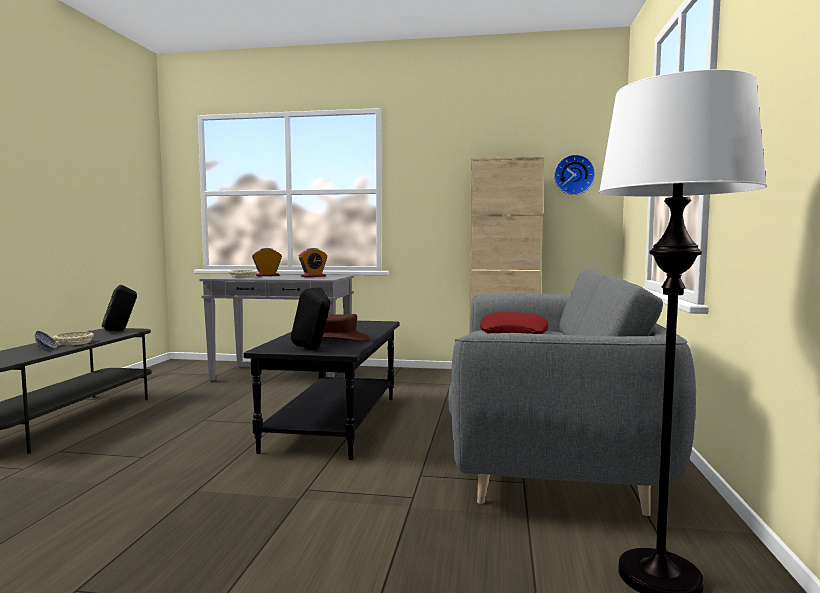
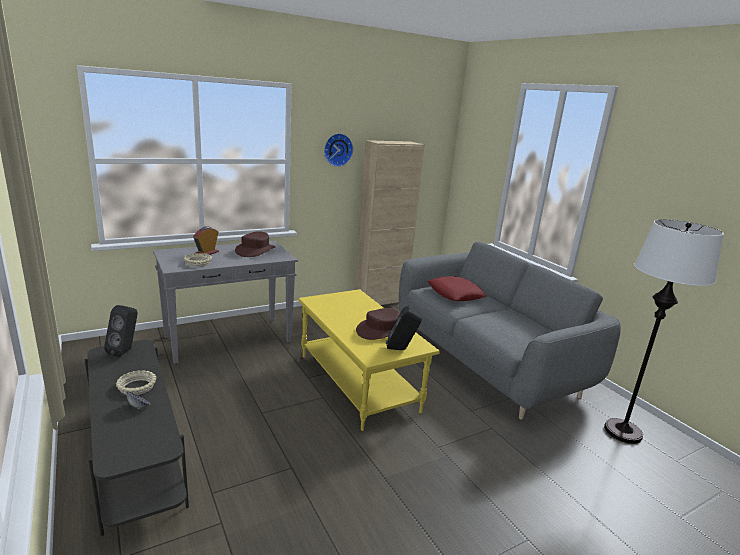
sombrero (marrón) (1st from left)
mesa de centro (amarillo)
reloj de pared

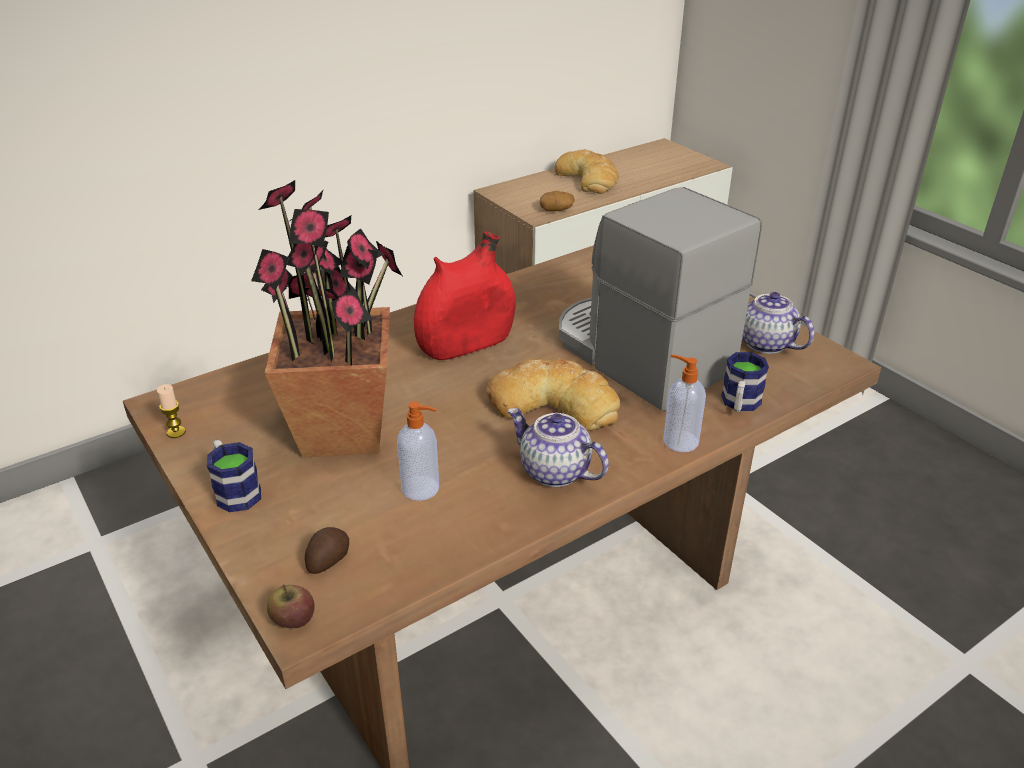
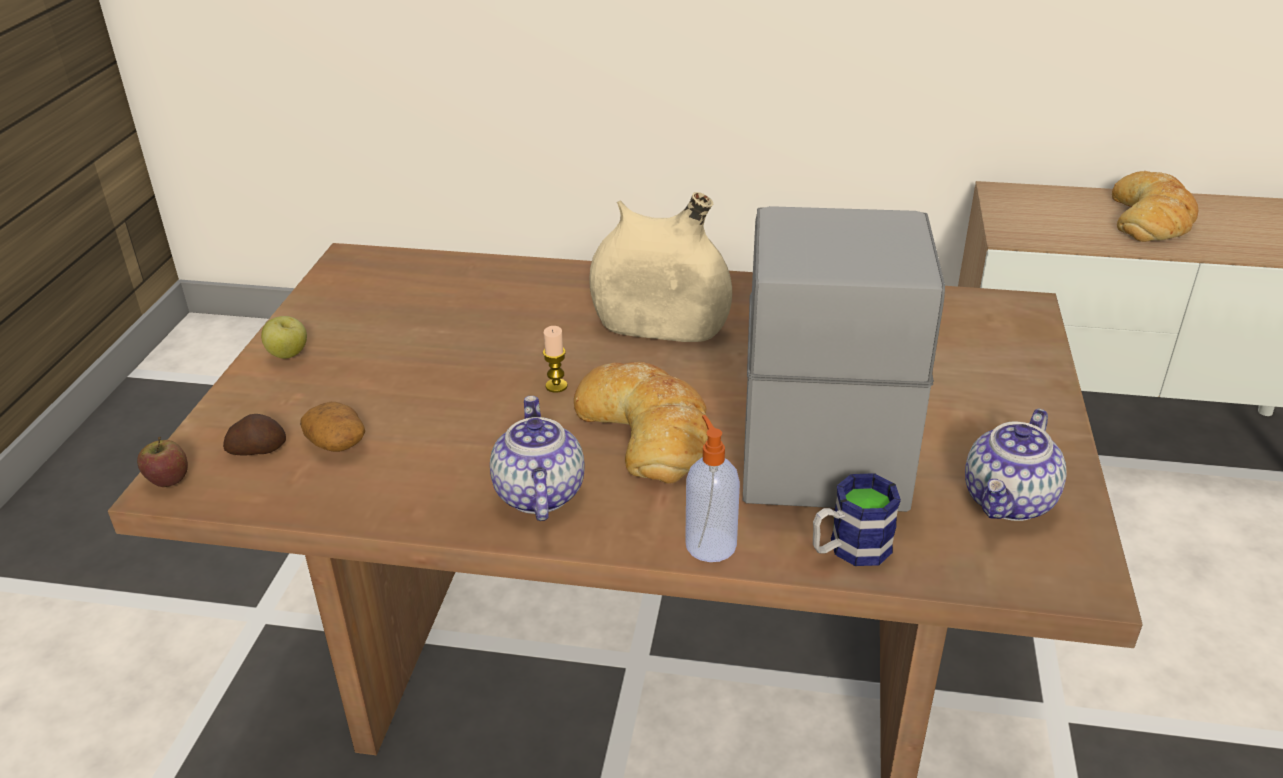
manzana (2nd from left)
patata (2nd from left)
vela
florero (beis)
tetera (2nd from left)
planta en maceta
dispensador de jabón (1st from left in the first image)

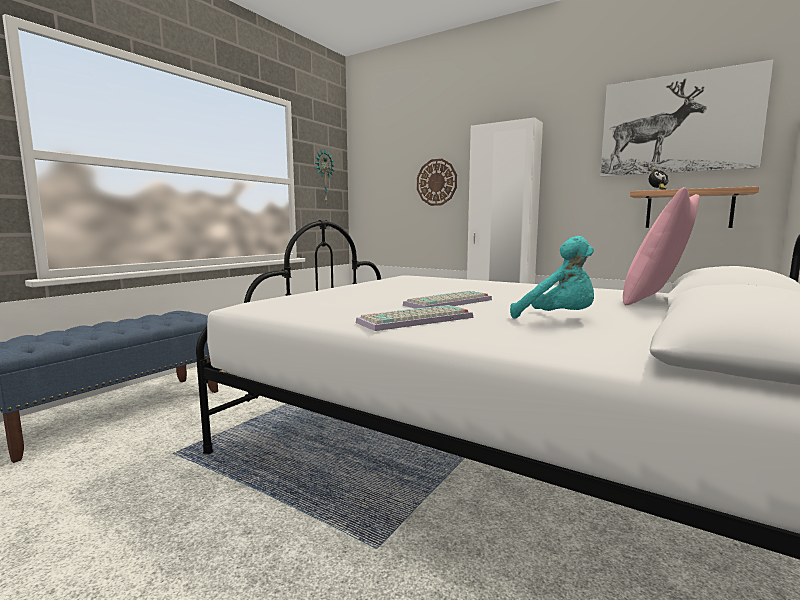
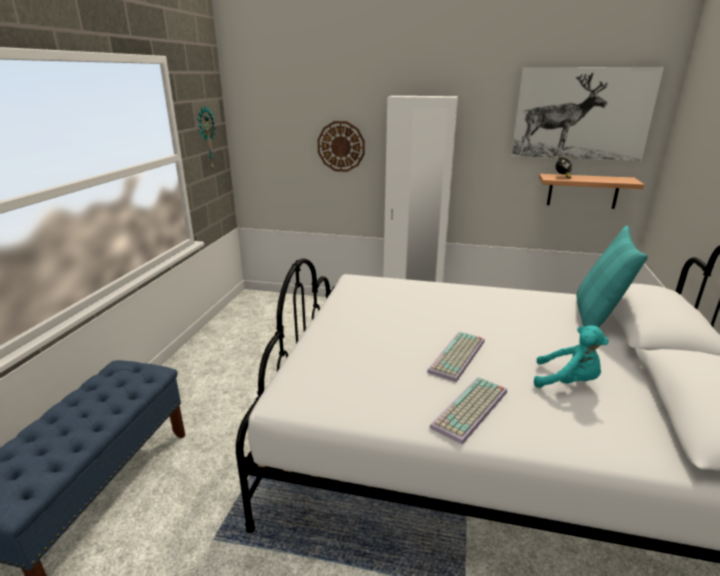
cojín (turquesa)

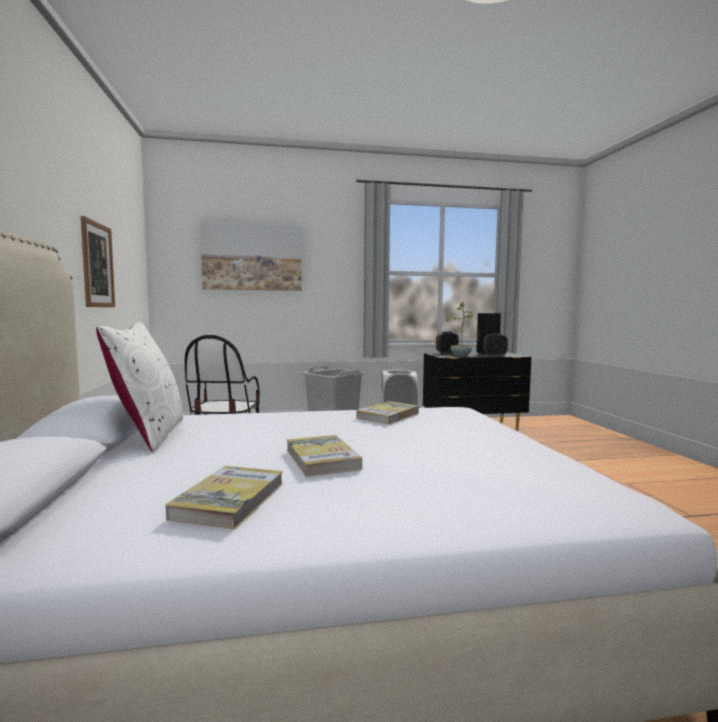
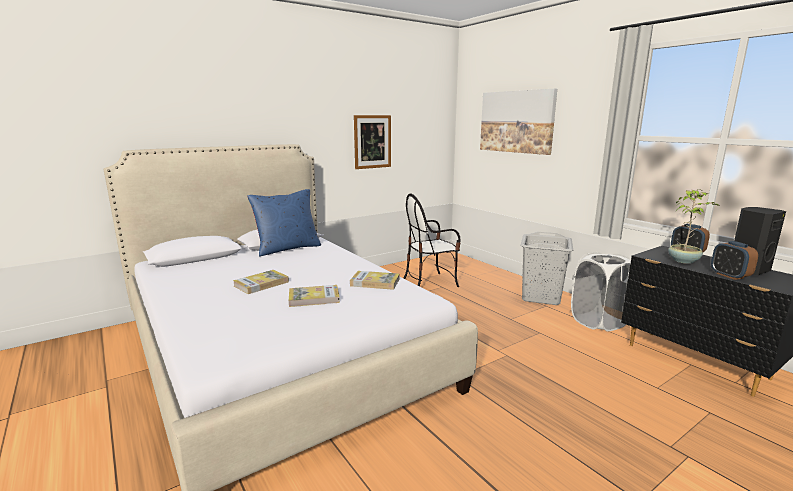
cojín (azul)
libro (2nd from left)

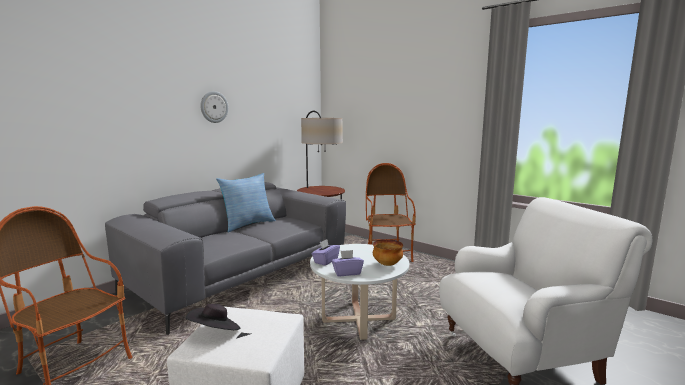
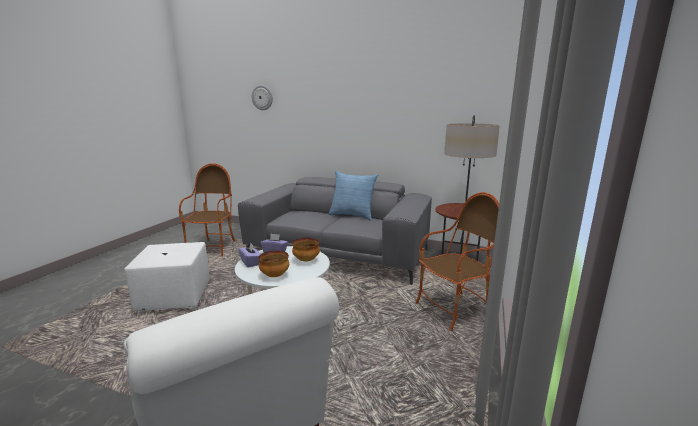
reloj de pared
cuenco (2nd from left)
sombrero (negro)

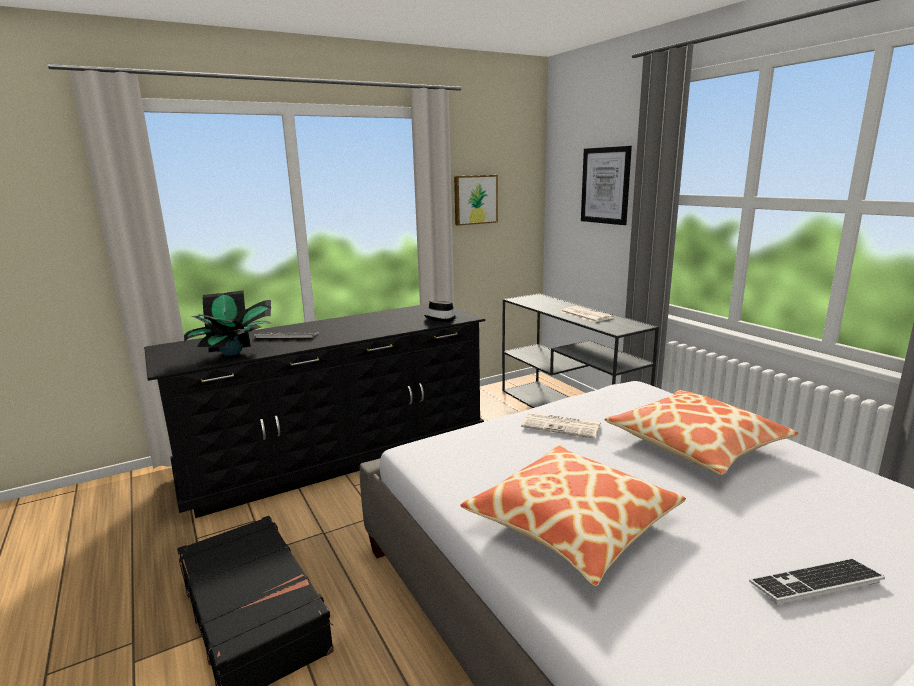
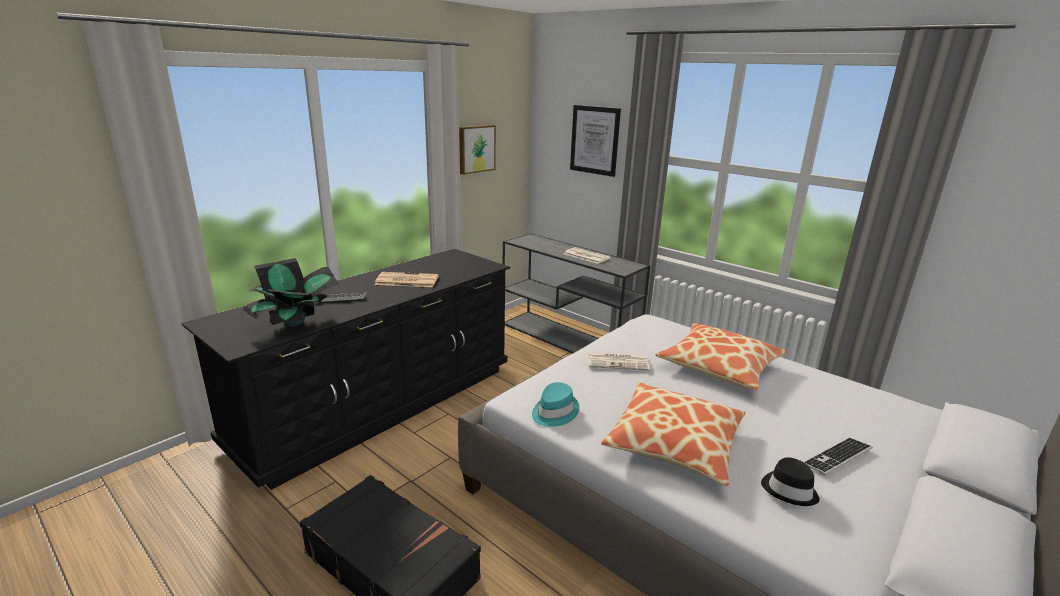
periódico (1st from left)
sombrero (turquesa)
sombrero (negro)

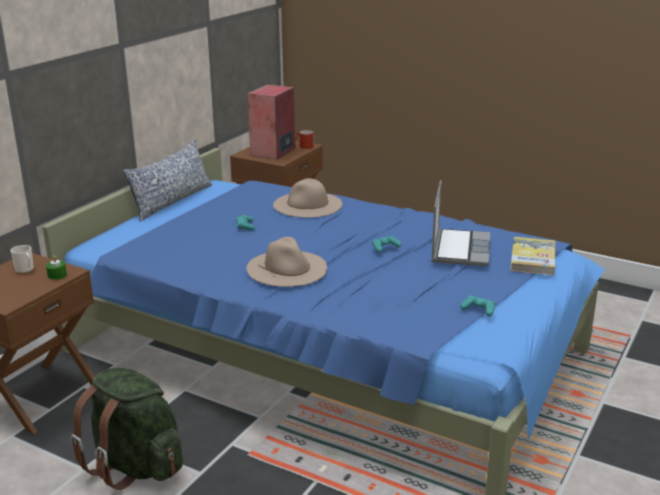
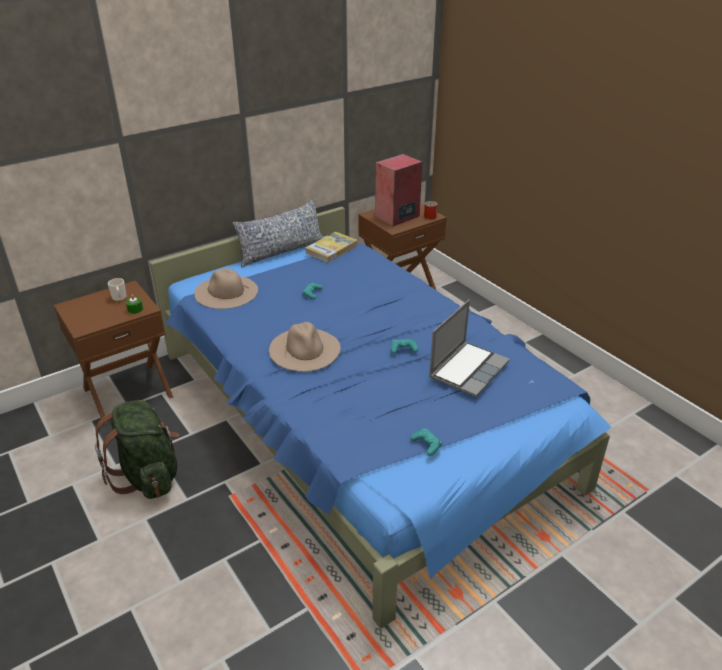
sombrero (beis) (1st from left)
libro

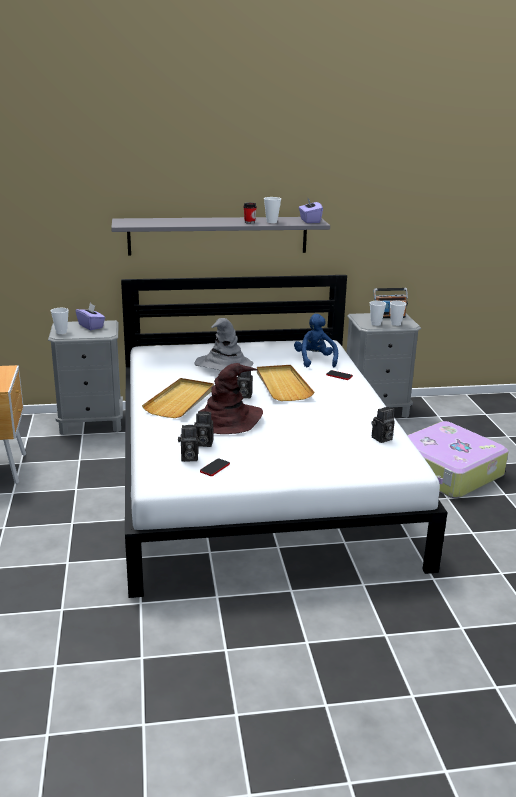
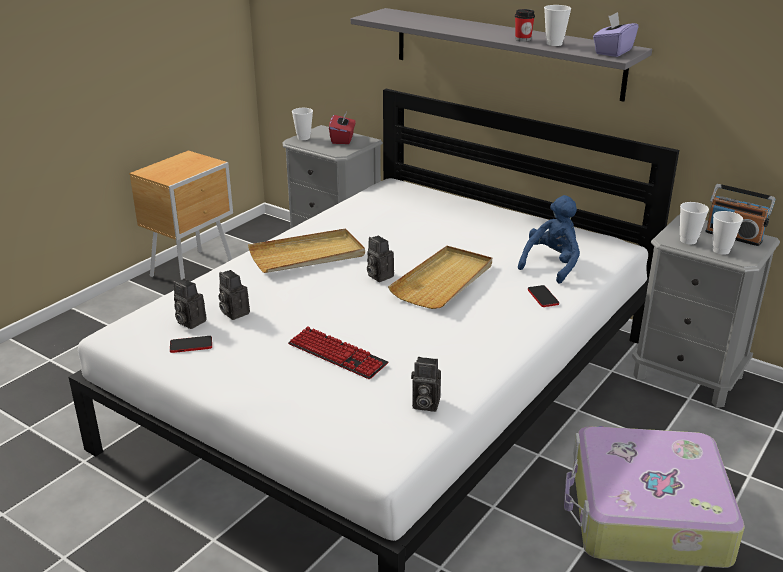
teclado
caja de pañuelos (rojo)
sombrero (gris)
sombrero (marrón)

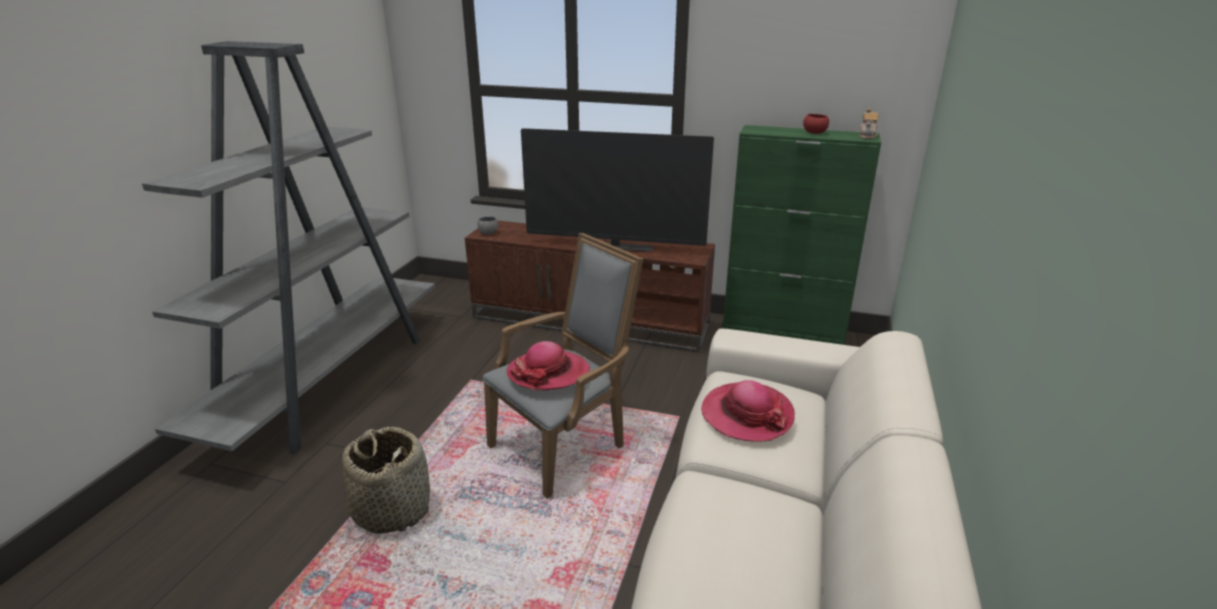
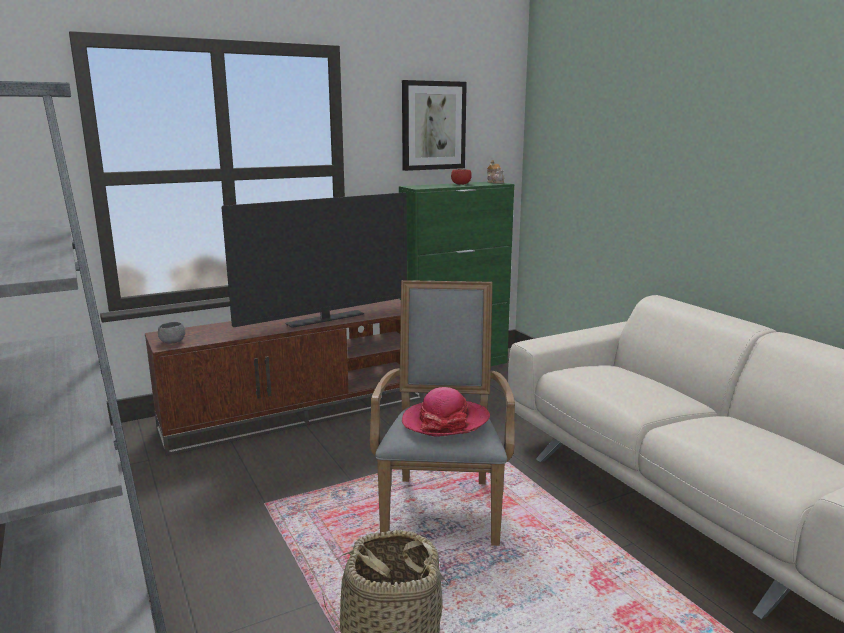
cuadro
sombrero (2nd from left in the first image)

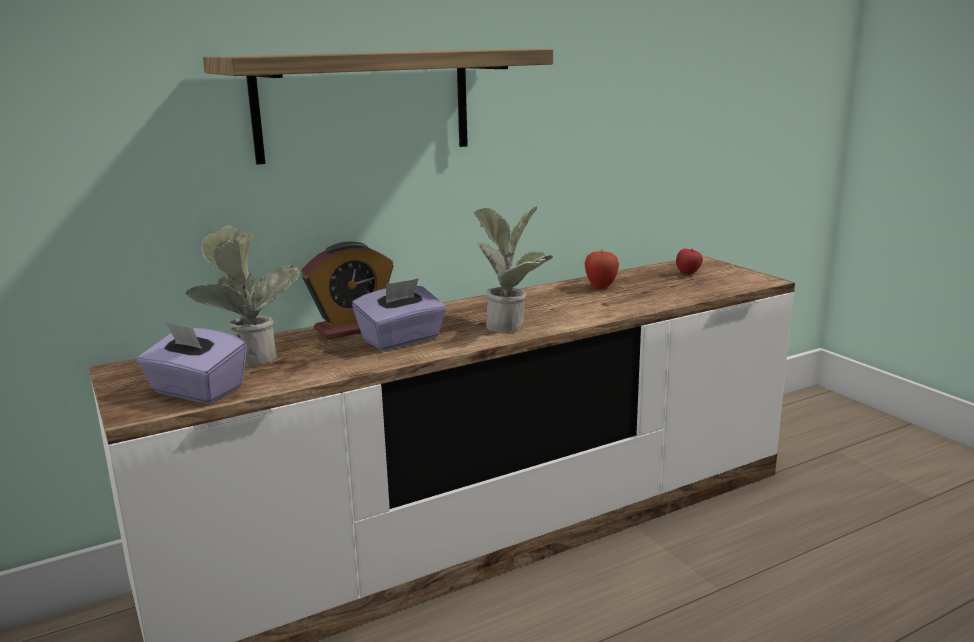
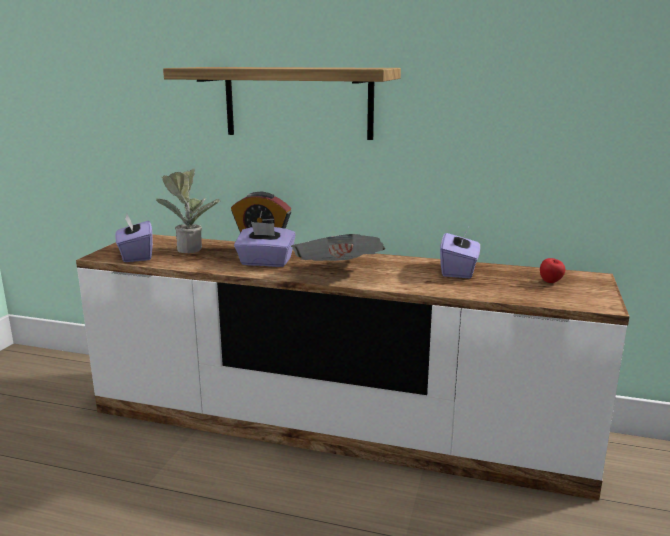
periódico
caja de pañuelos (morado) (3rd from left)

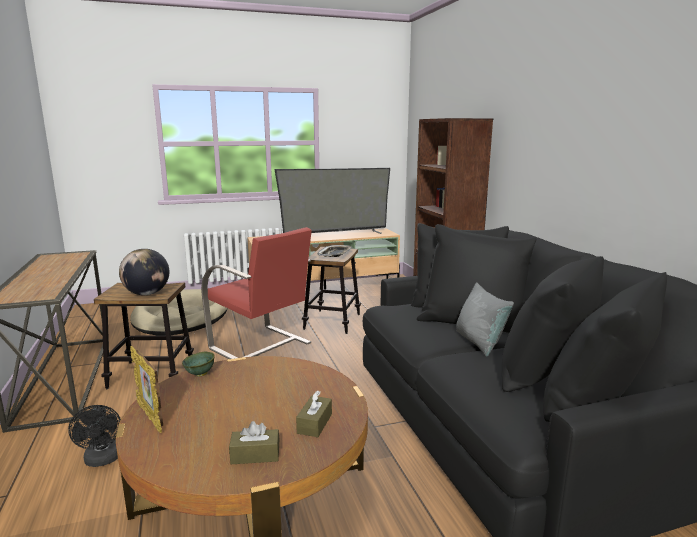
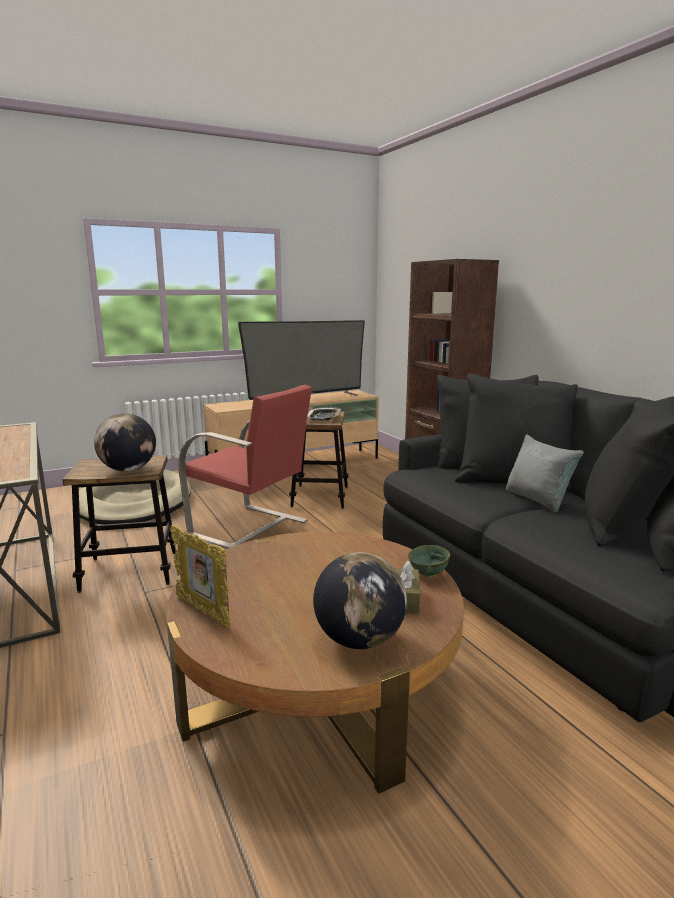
globo terráqueo (2nd from left)
cuenco (verde)
ventilador (negro)

